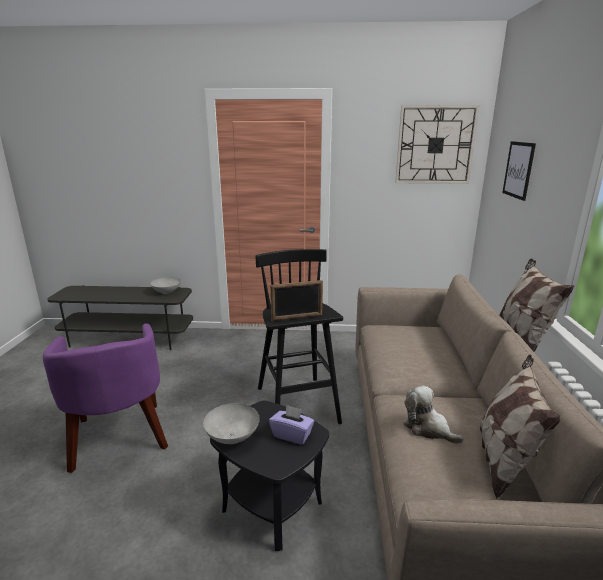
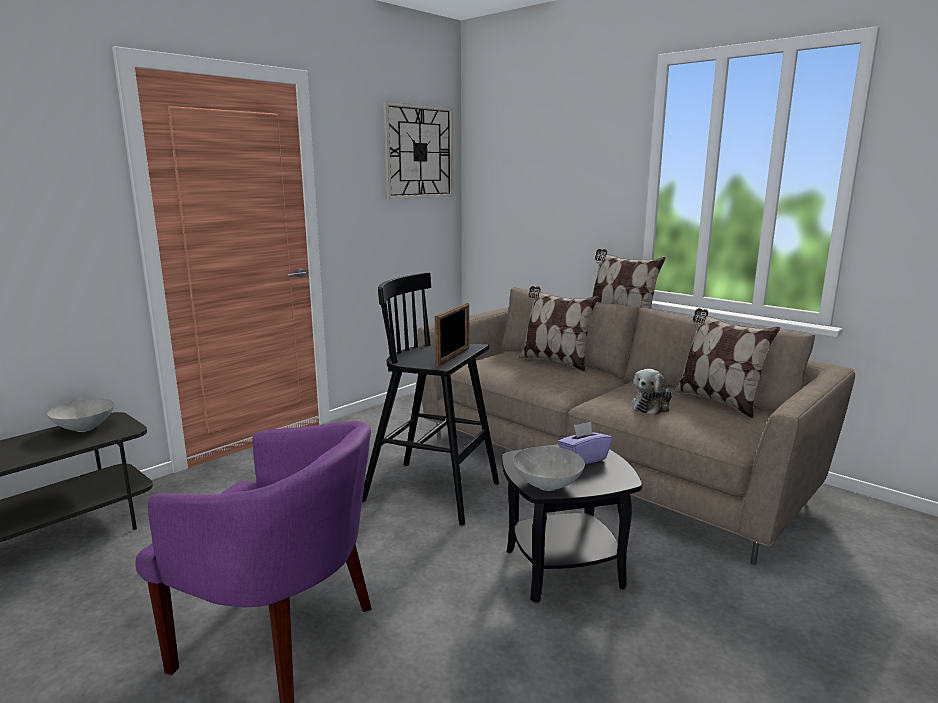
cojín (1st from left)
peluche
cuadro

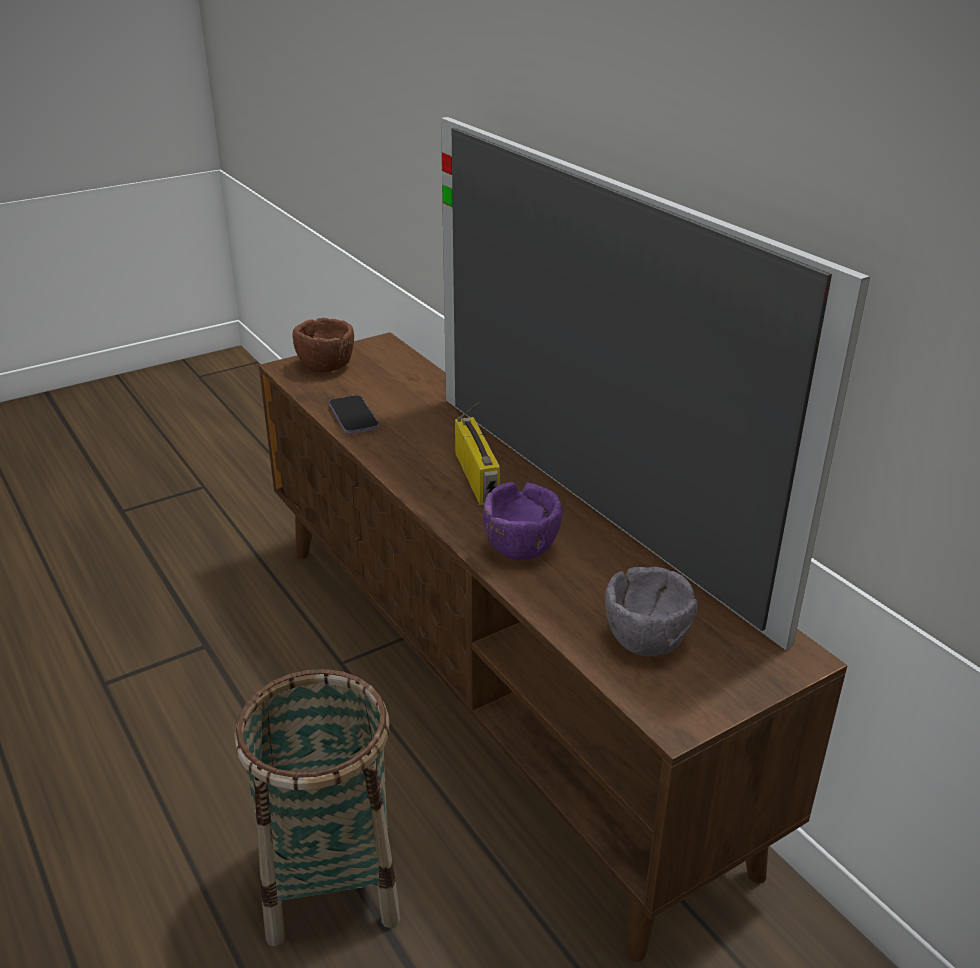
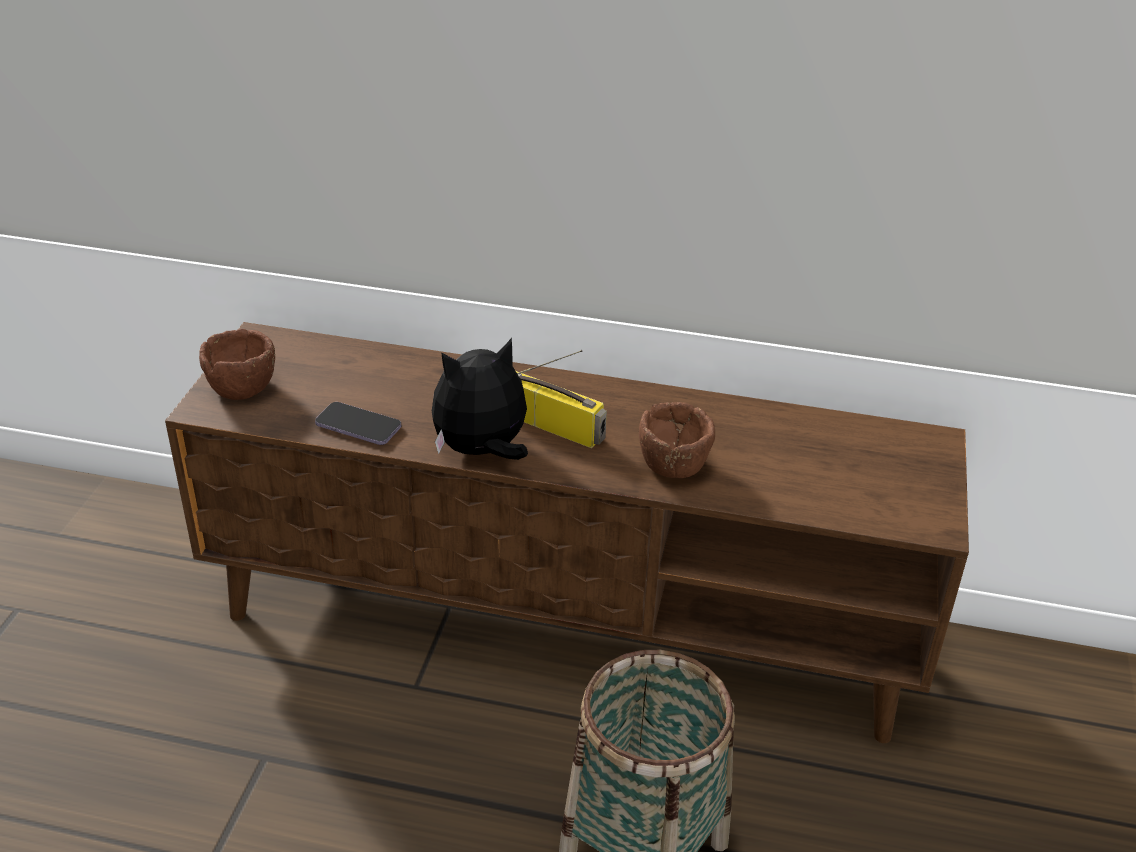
peluche
cuenco (marrón) (2nd from left)
televisor
cuenco (gris)

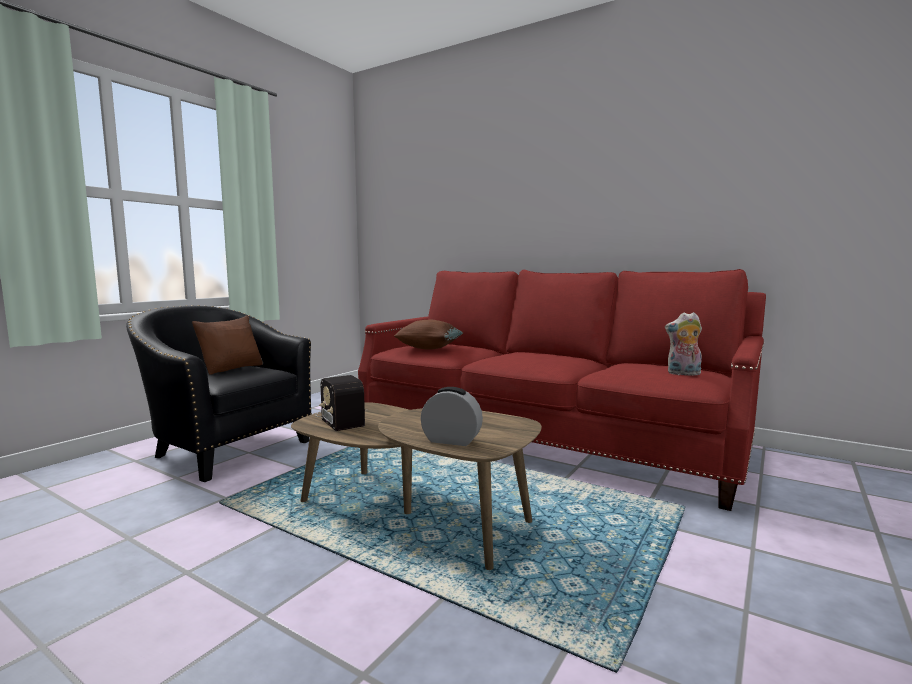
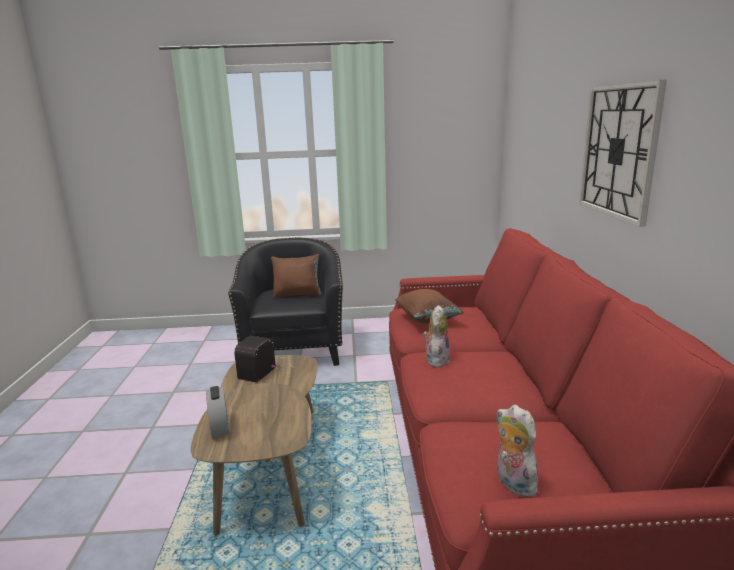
peluche (1st from left)
reloj de pared

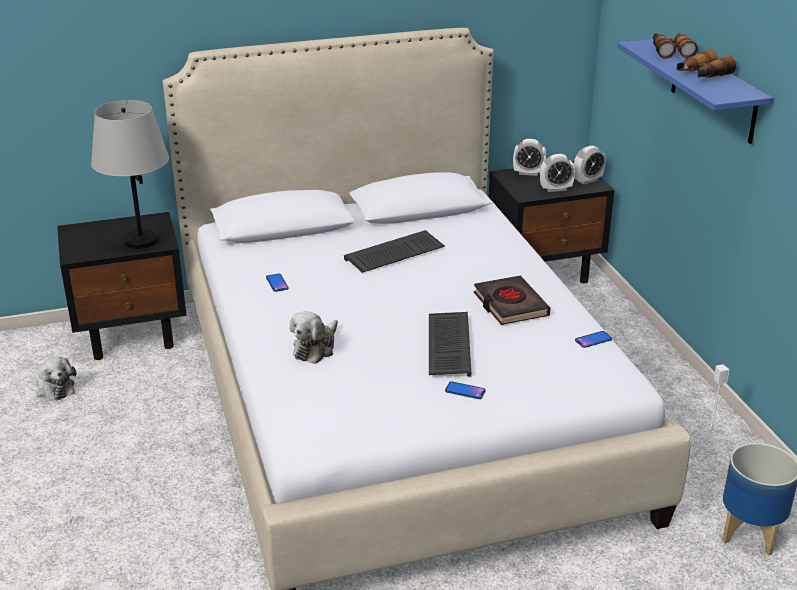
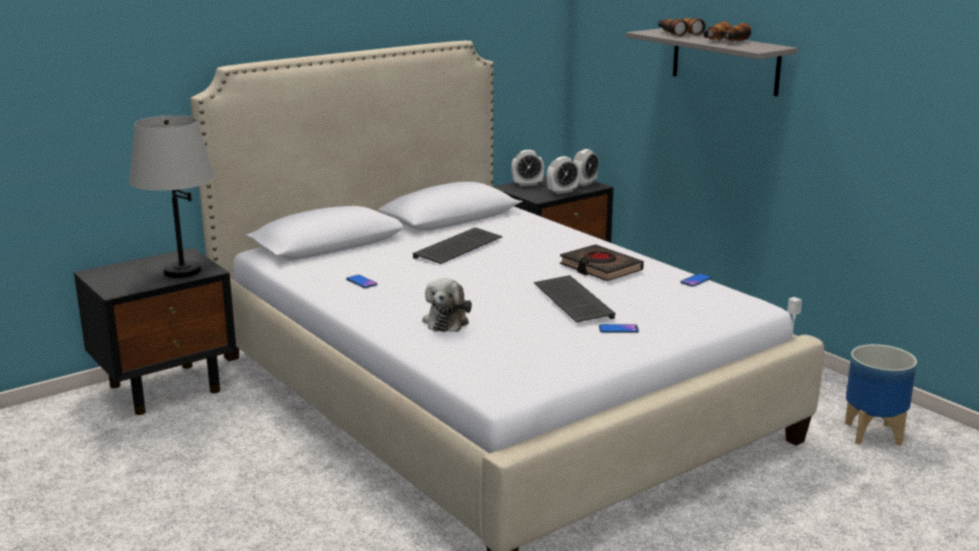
estante (gris)
peluche (1st from left in the first image)

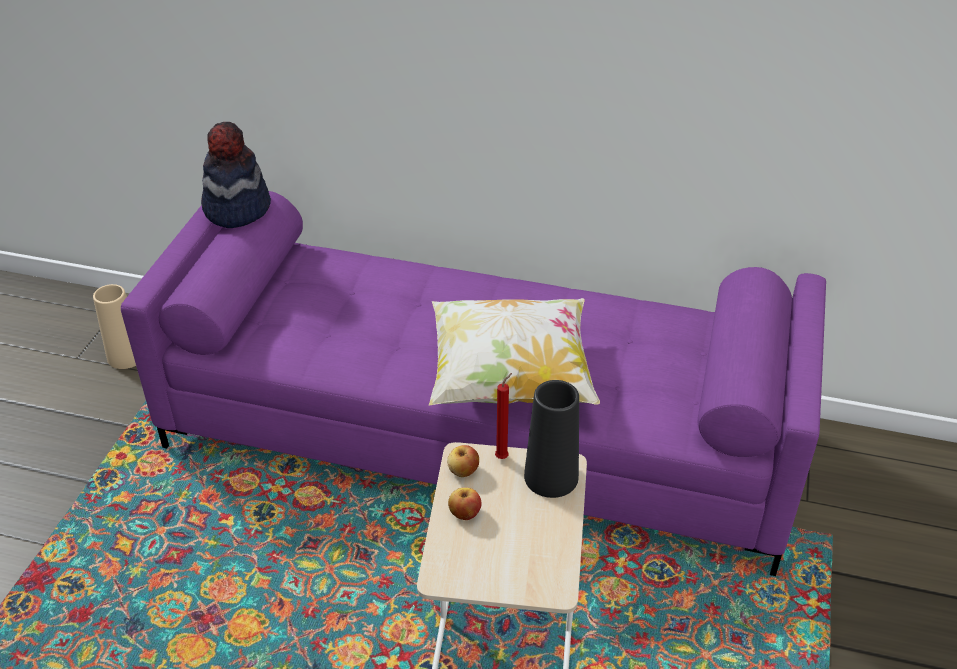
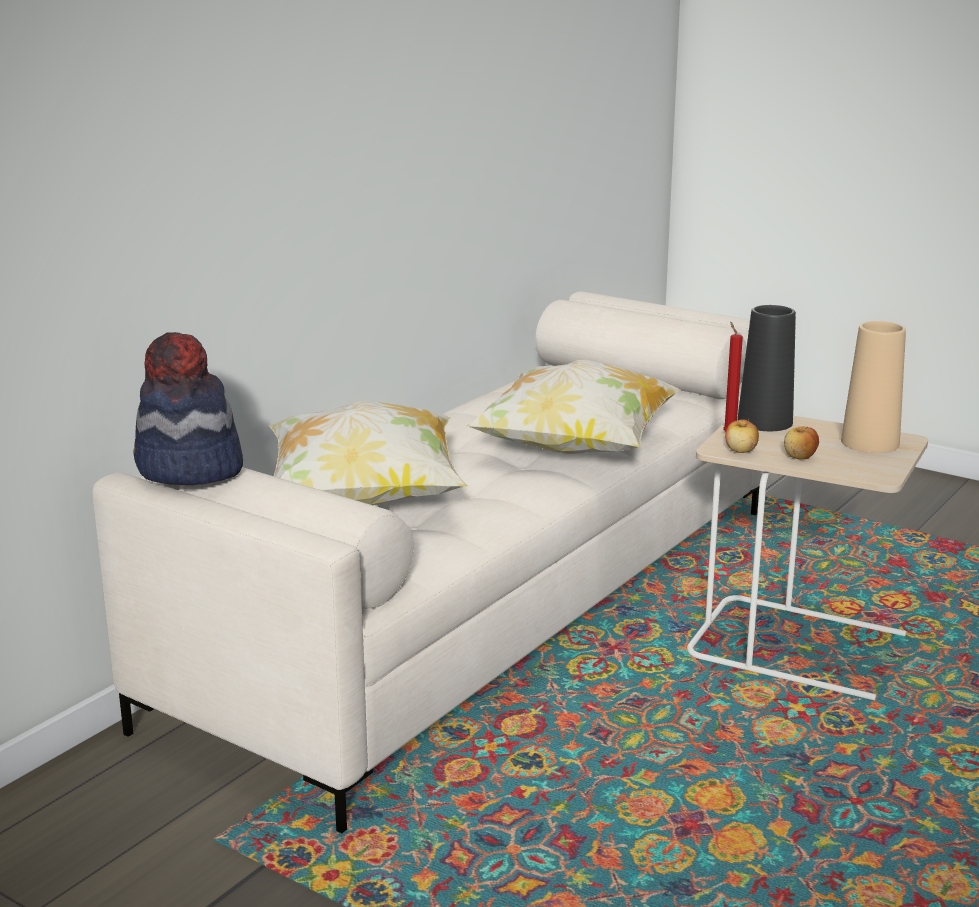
sofá (blanco)
cojín (1st from left)
florero (beis)

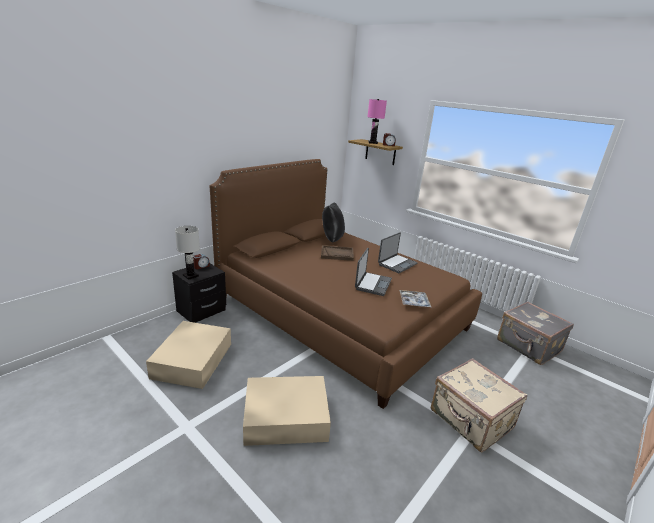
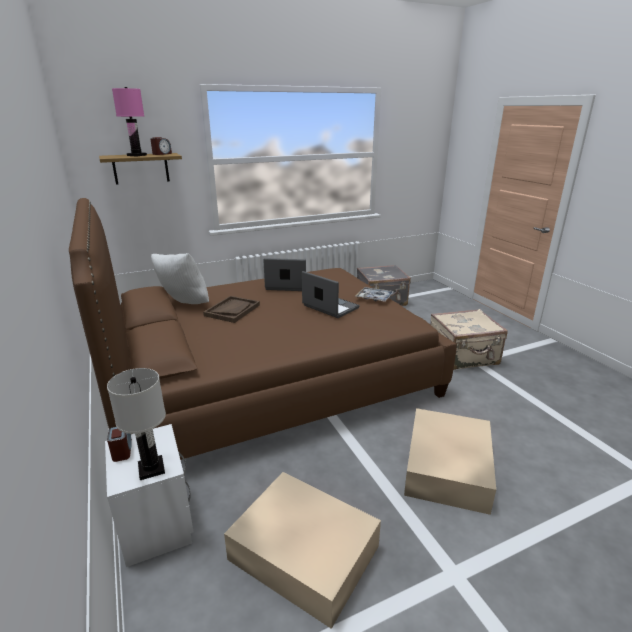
mesita de noche (blanco)
cojín (blanco)
portátil (1st from left)

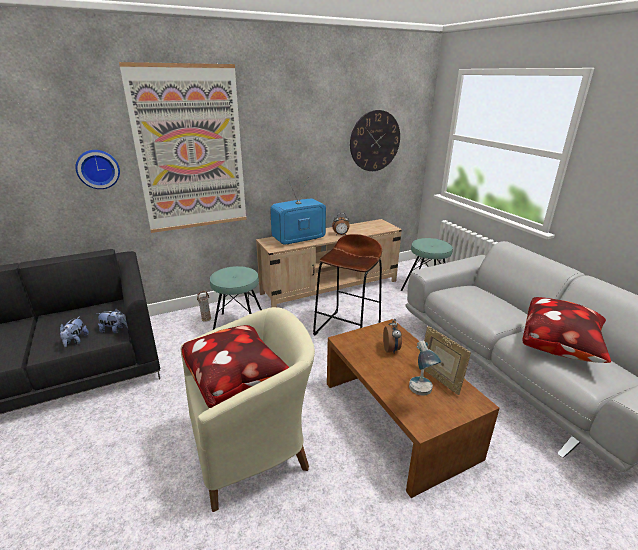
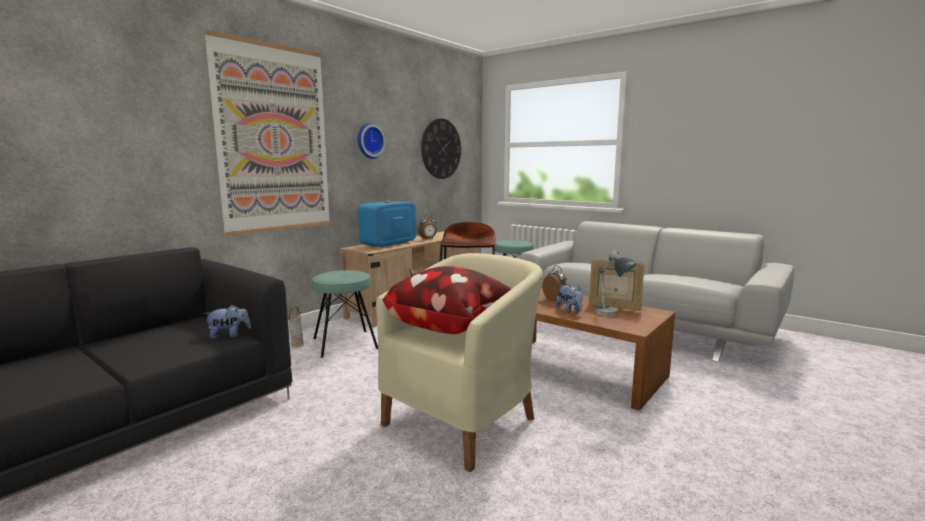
reloj de pared (1st from left)
peluche (2nd from left)
cojín (2nd from left in the first image)

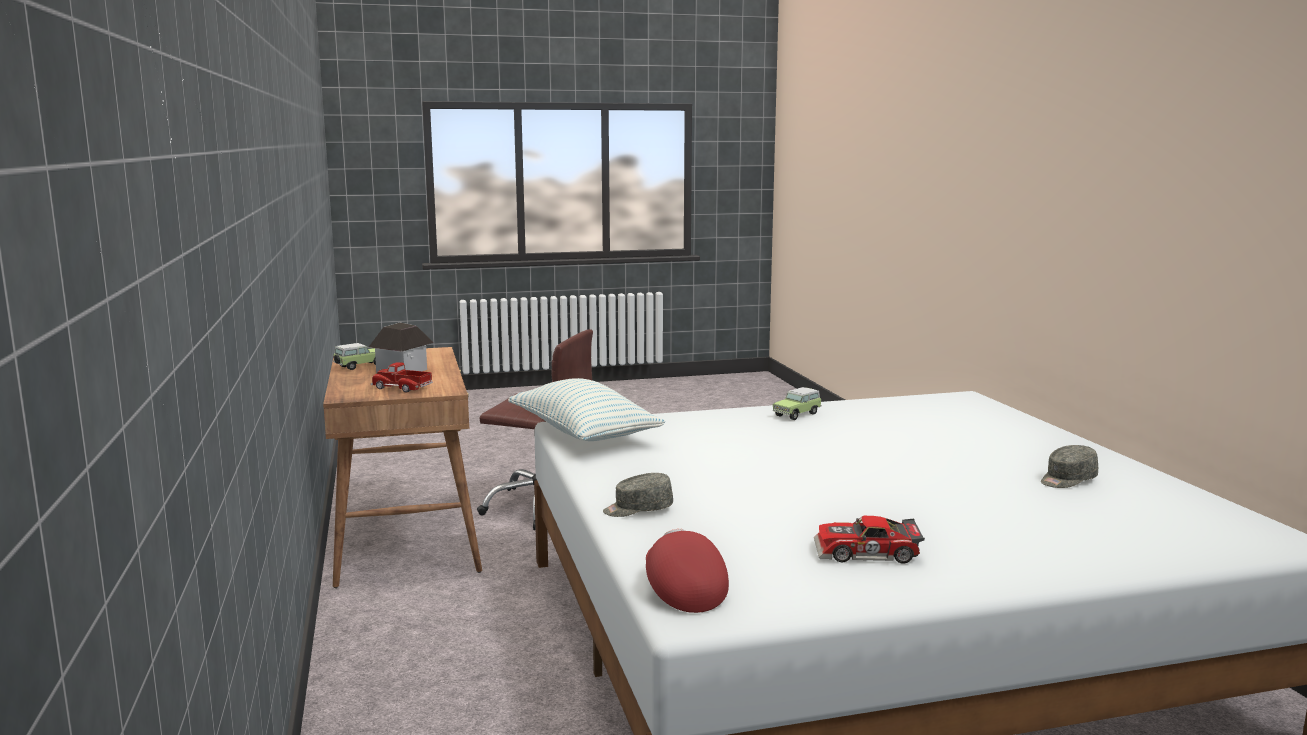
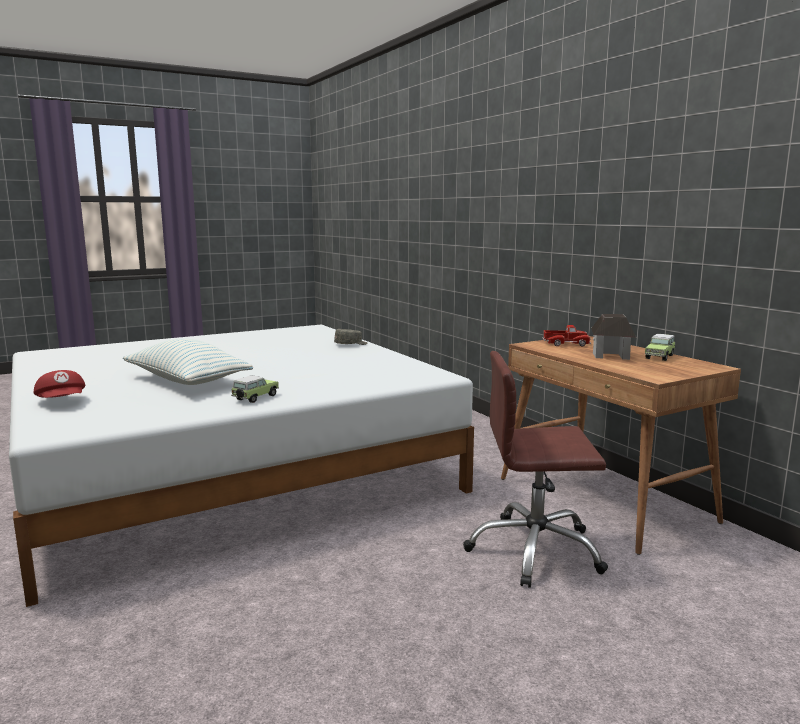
gorra (rojo)
cojín
coche de juguete (3rd from left in the first image)
gorra (gris) (2nd from left in the first image)

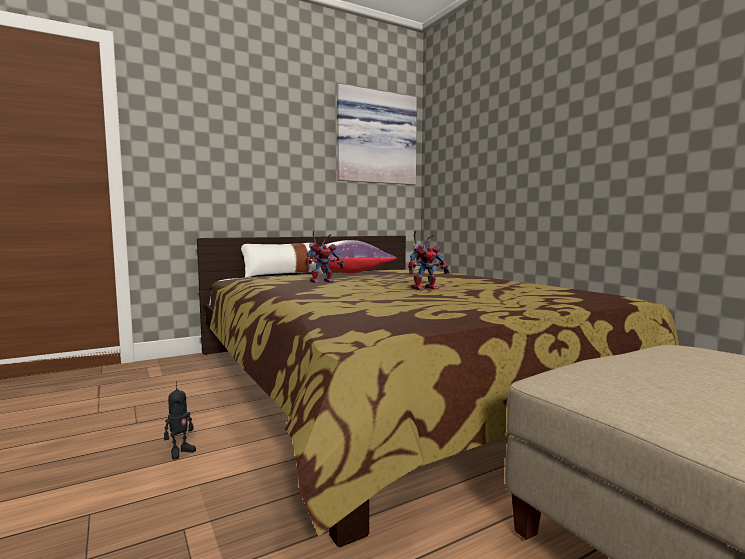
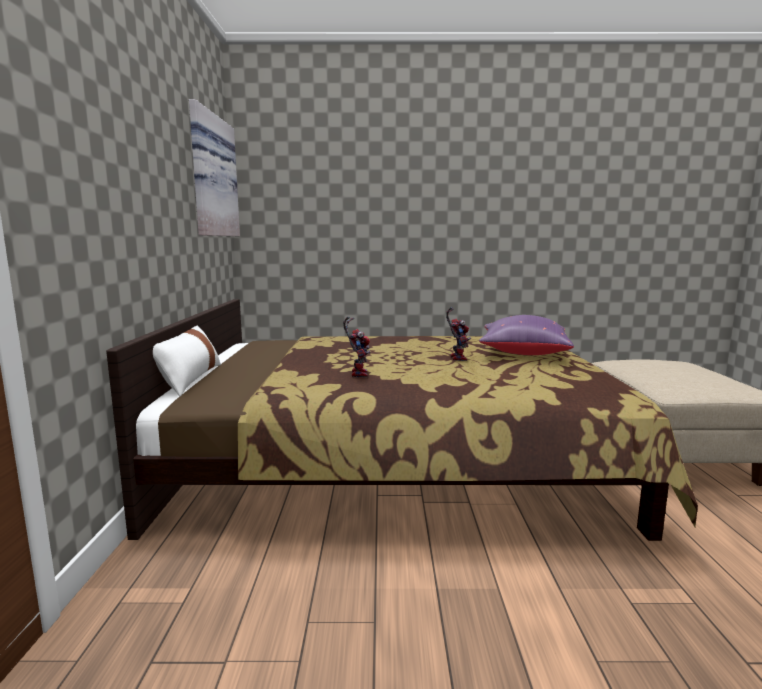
cojín (morado)
robot de juguete (1st from left in the first image)

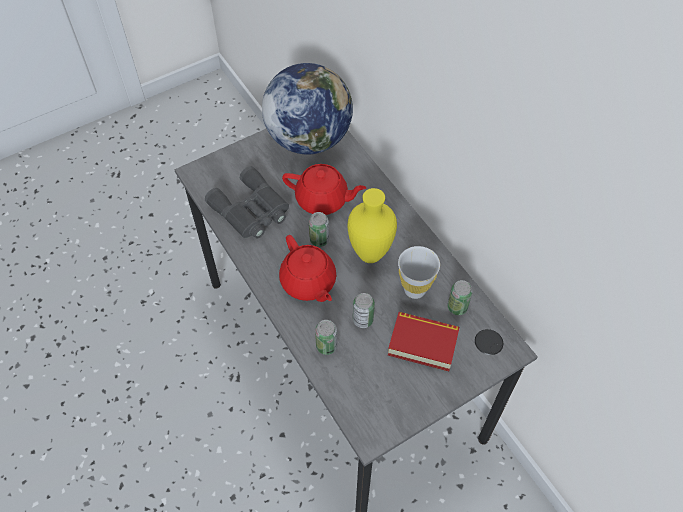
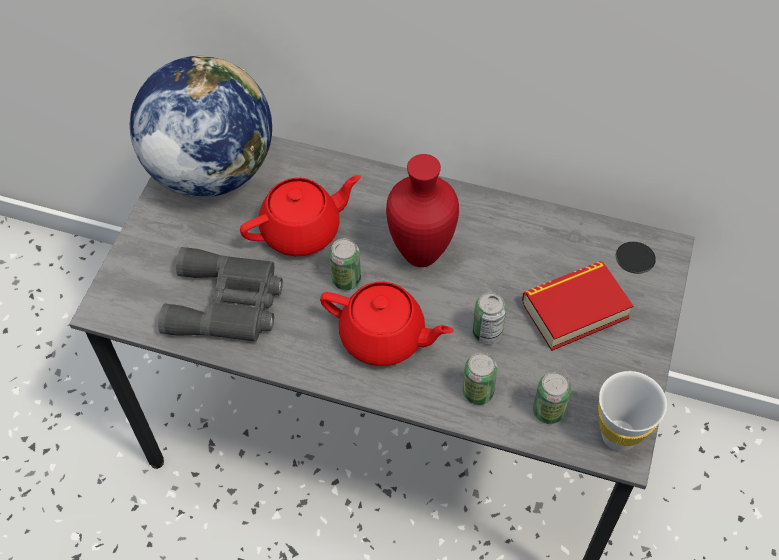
florero (rojo)
lata (4th from left)
taza (blanco)

